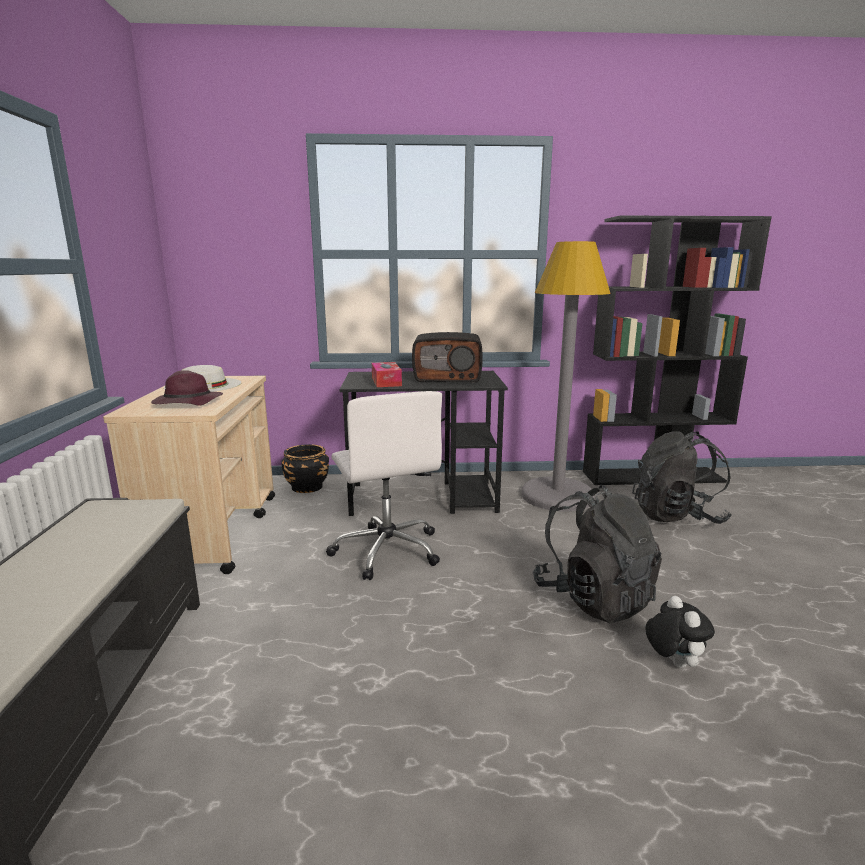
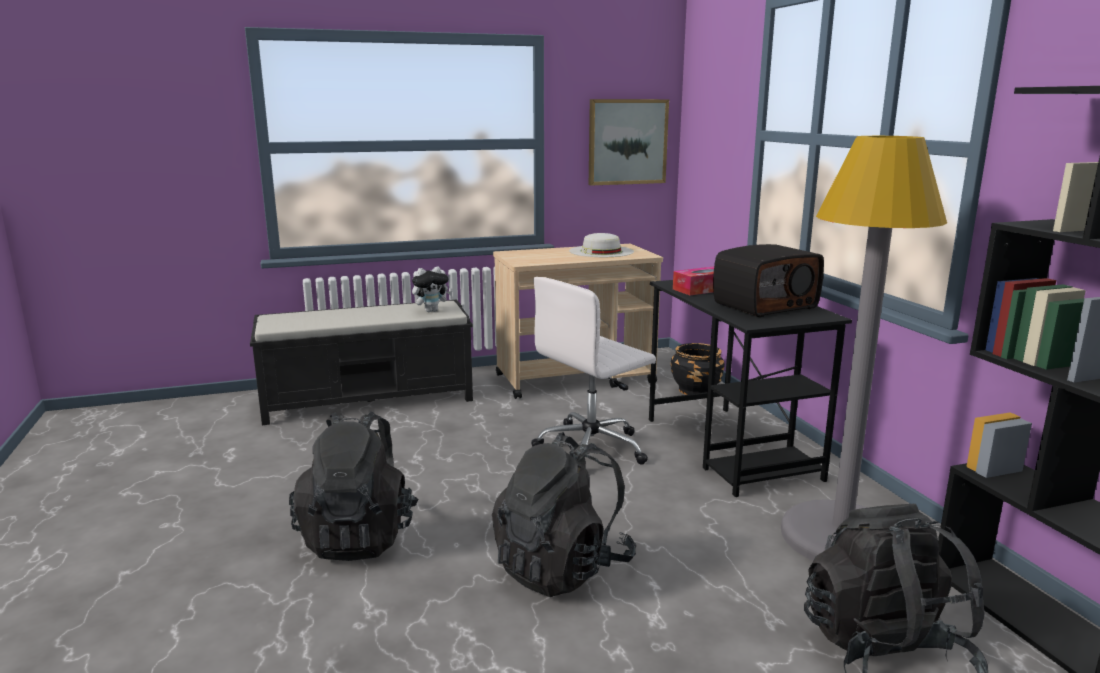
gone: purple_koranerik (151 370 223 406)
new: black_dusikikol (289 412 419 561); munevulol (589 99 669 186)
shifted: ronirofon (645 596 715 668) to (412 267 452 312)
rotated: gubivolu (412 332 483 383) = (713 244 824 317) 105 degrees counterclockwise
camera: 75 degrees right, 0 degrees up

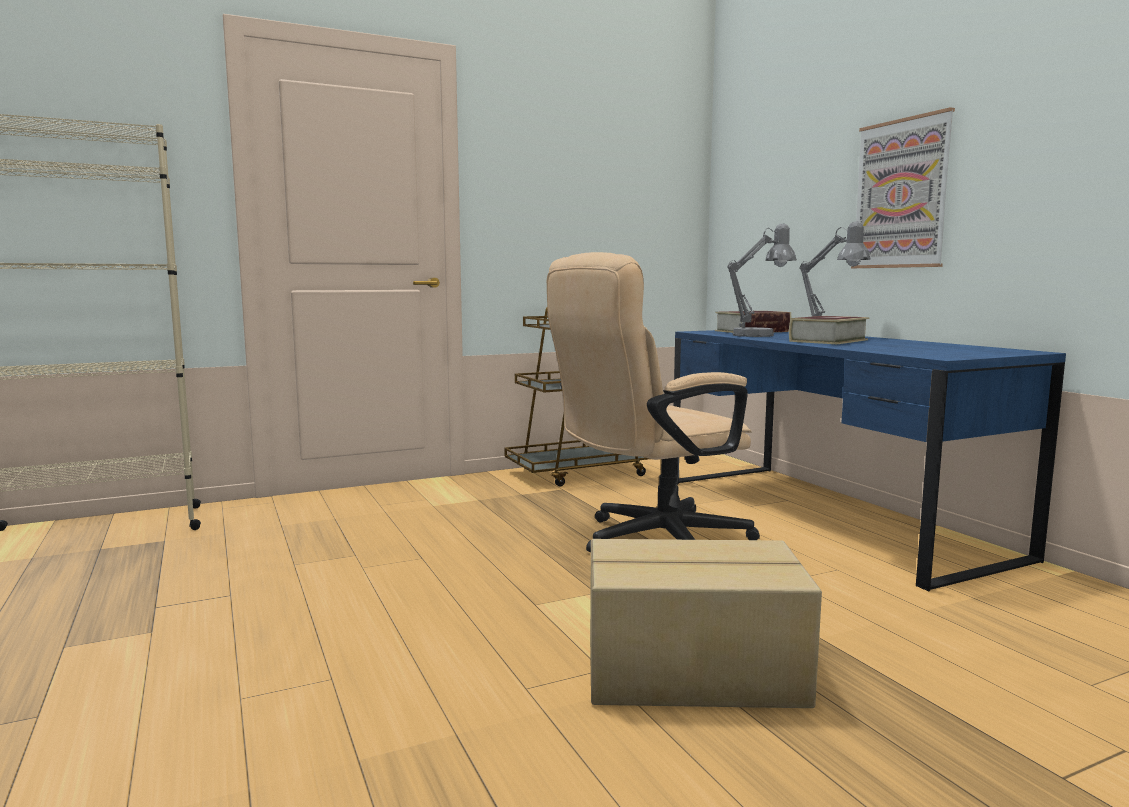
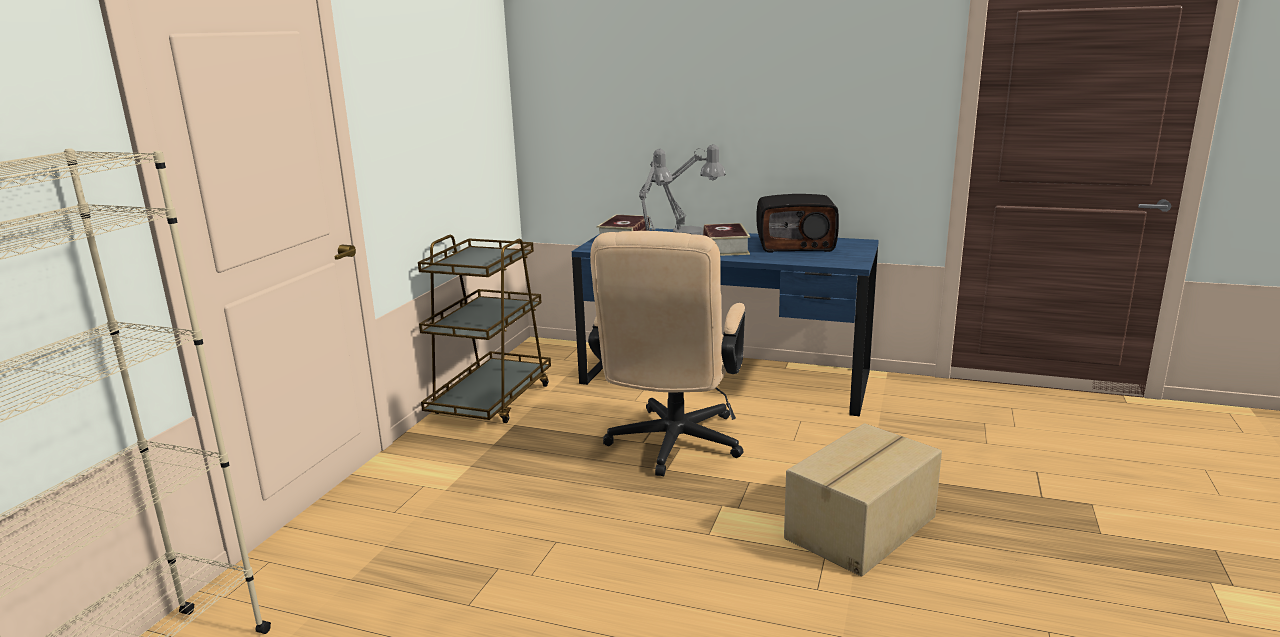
gone: munevulol (851 107 955 268)
new: gubivolu (756 194 839 253)
camera: 45 degrees left, 10 degrees up

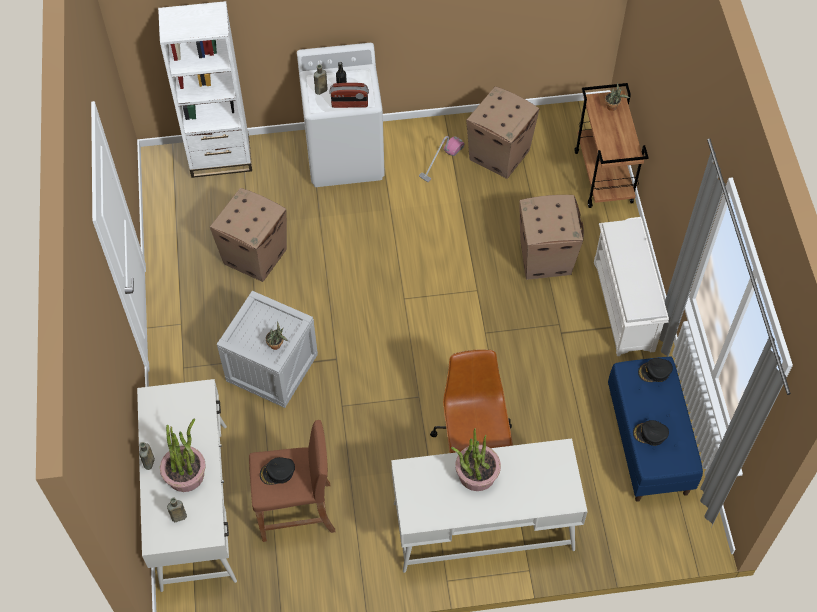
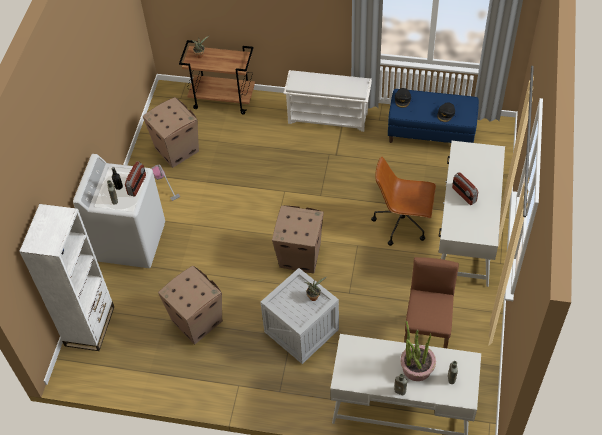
gone: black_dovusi (260 457 295 485)
shifted: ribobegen (520 195 584 280) to (272 205 324 274)
swapped: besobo (451 428 501 491) to gubivolu (452 172 478 205)
camera: 70 degrees left, 5 degrees down

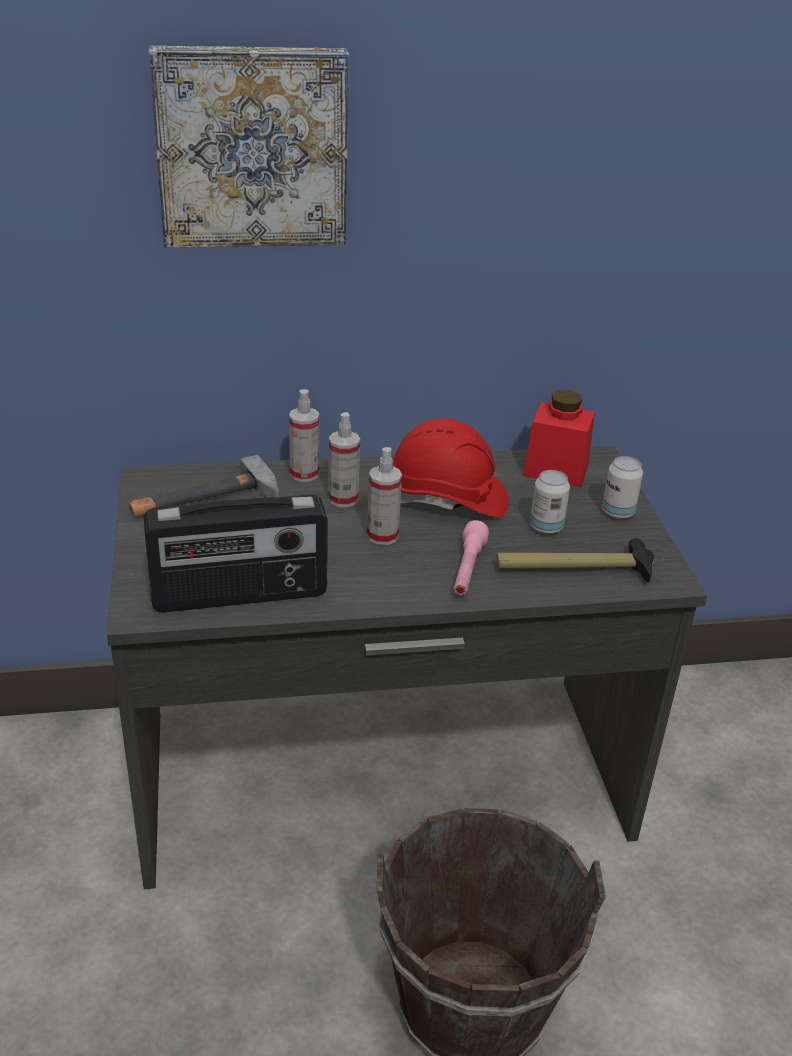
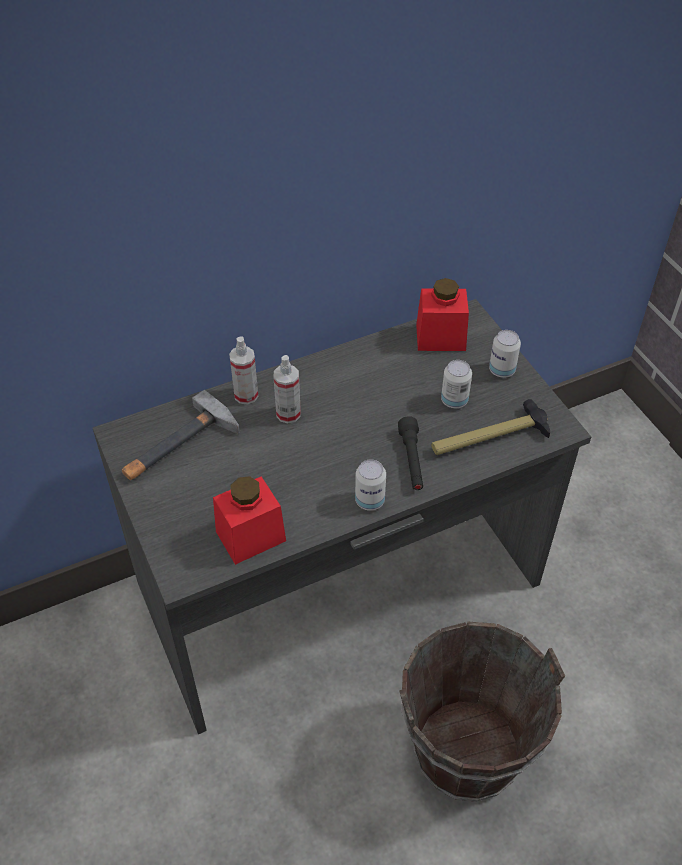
gone: munevulol (149 45 349 247); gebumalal (367 447 402 545); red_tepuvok (393 419 509 518)
new: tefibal (355 459 386 511)
swapped: gubivolu (144 494 328 613) to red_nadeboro (213 476 286 565)
repainted: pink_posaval (454 520 489 595) to black_posaval (398 416 423 490)
camera: 15 degrees left, 15 degrees up

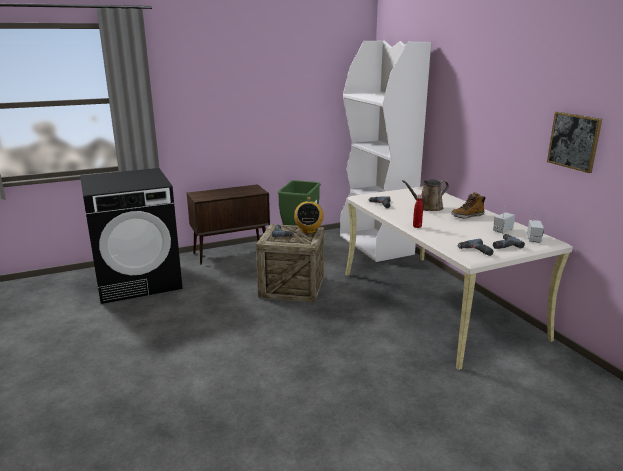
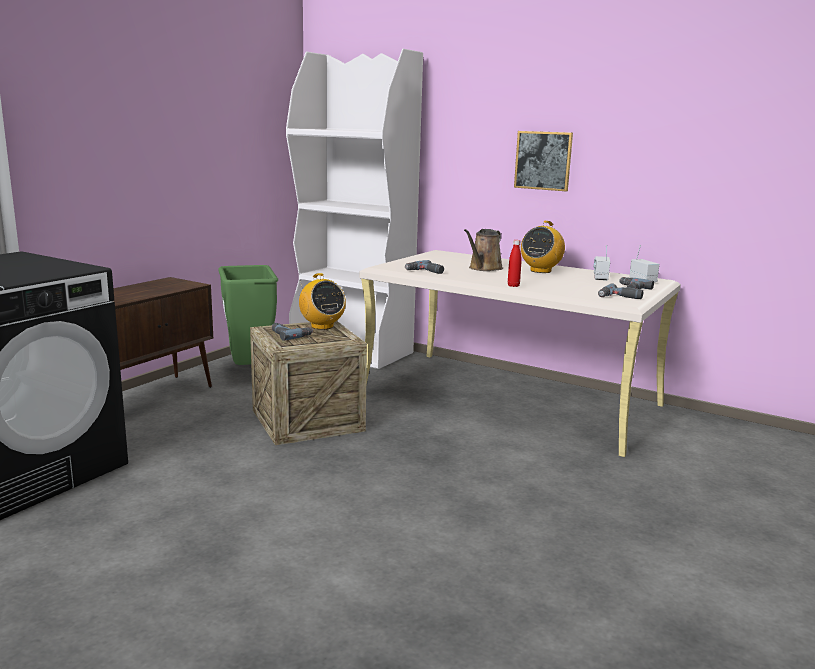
shifted: munevulol (547 112 602 173) to (514 131 573 191)
swapped: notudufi (451 192 486 219) to gubivolu (521 221 565 273)
camera: 35 degrees left, 5 degrees down

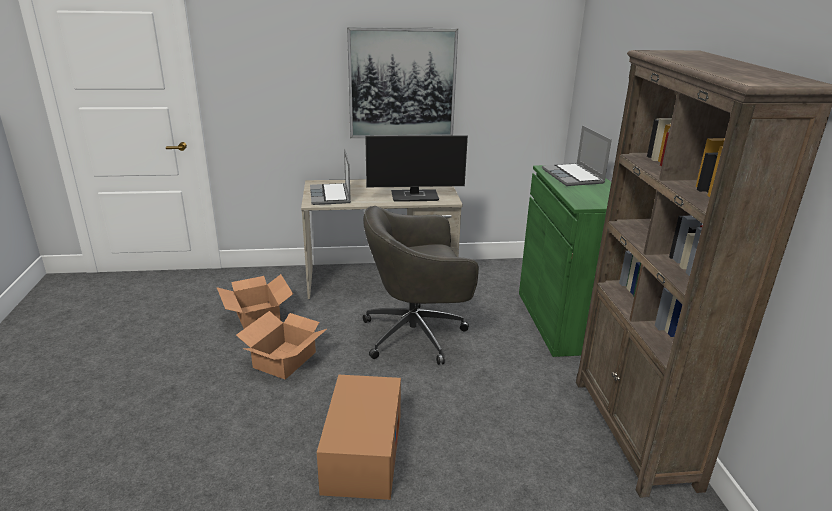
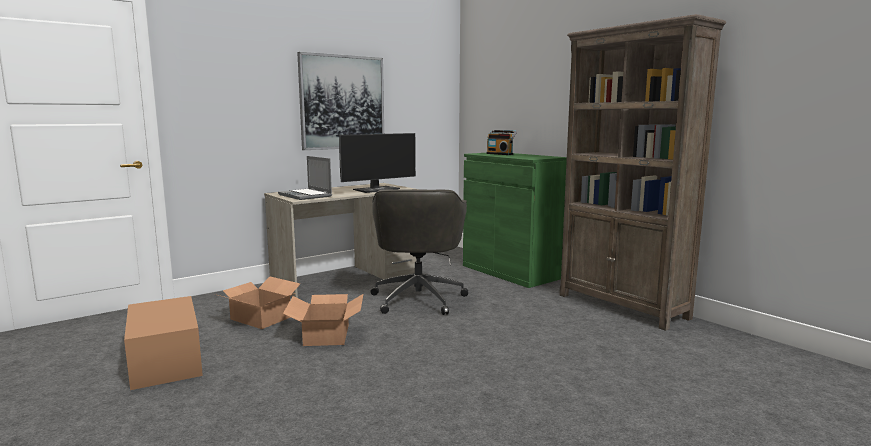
shifted: ribobegen (317 375 401 500) to (124 296 203 390)
swapped: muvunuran (542 125 612 186) to gubivolu (486 130 517 155)
rotated: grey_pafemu (363 206 479 365) = (371 189 468 315) 45 degrees counterclockwise
camera: 30 degrees left, 15 degrees down

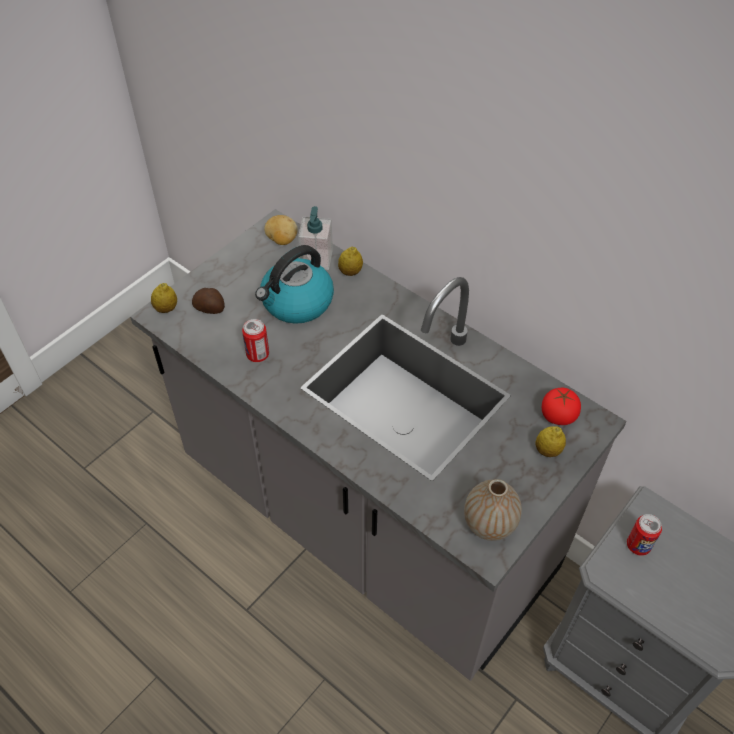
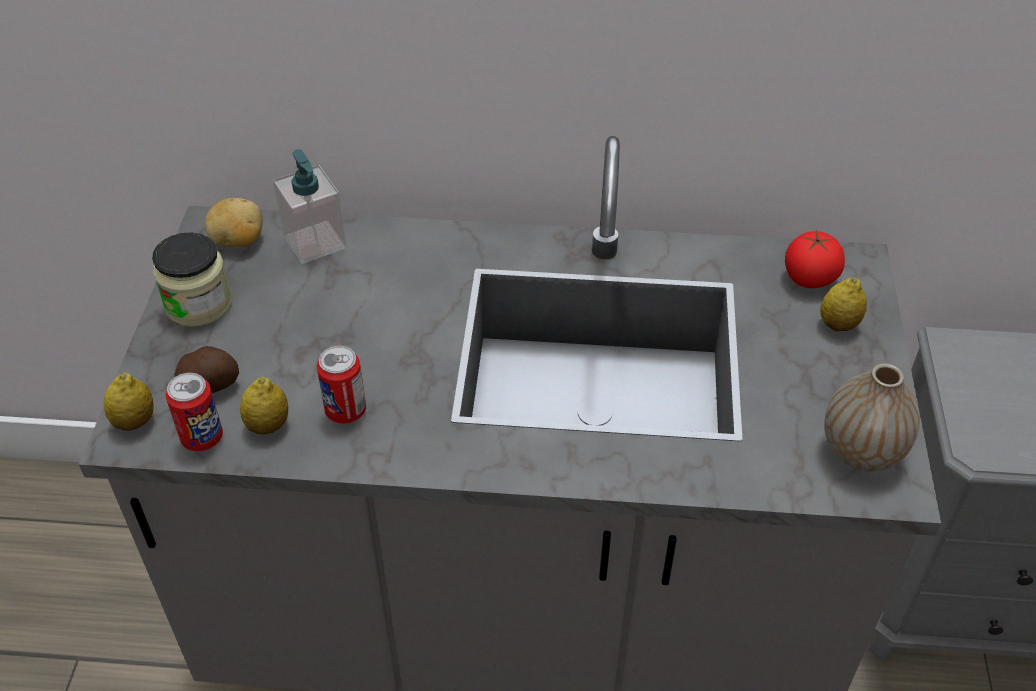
gone: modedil (255 245 334 324)
new: nadeboro (152 232 232 327)
shifted: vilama (338 247 363 276) to (240 377 288 435); tefibal (627 514 662 556) to (166 373 223 451)
camera: 35 degrees left, 5 degrees down

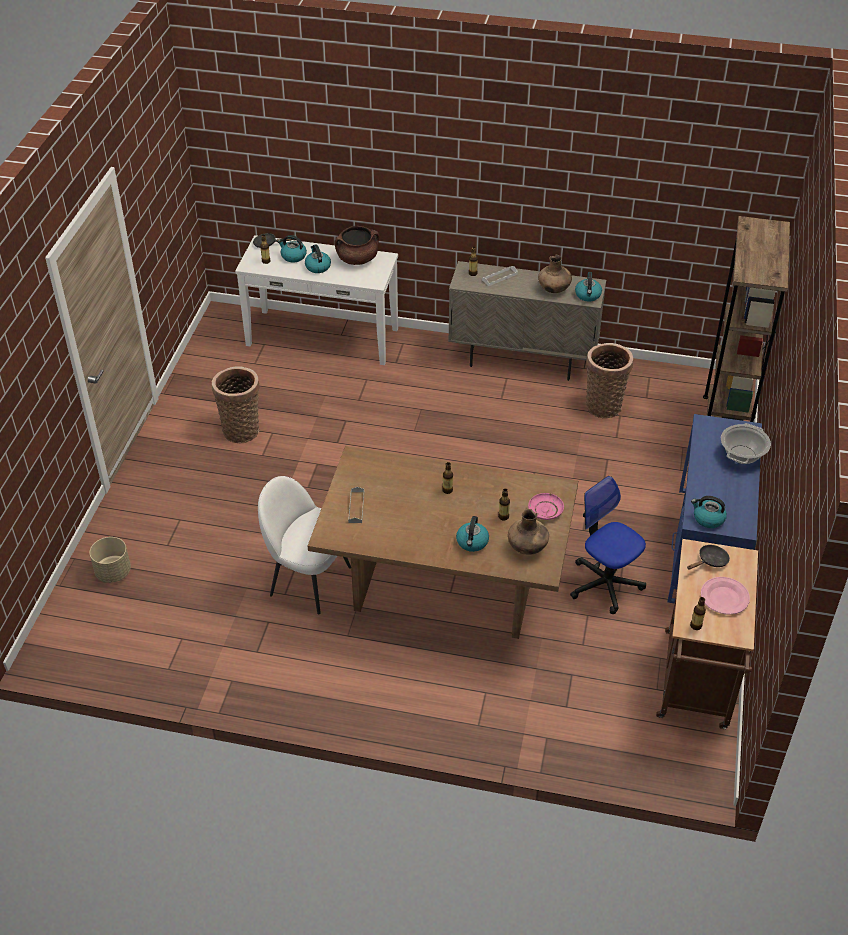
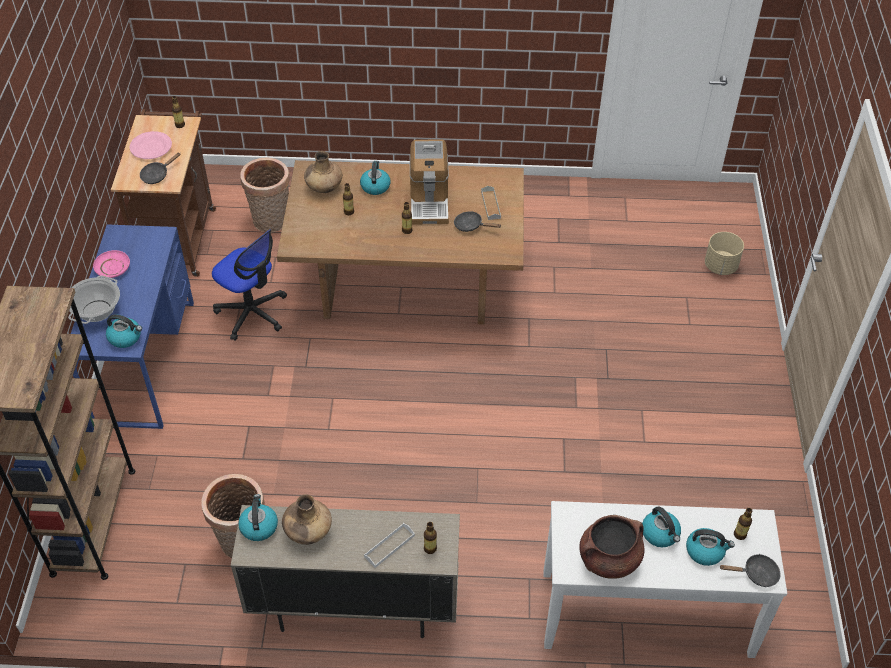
gone: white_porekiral (258 476 351 614)
new: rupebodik (410 139 449 225); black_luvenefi (454 211 501 232)
shifted: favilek (212 366 259 443) to (240 157 290 232); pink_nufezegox (528 493 564 520) to (93 250 130 278); modedil (691 496 727 528) to (106 314 142 348)
camera: 170 degrees right, 5 degrees up

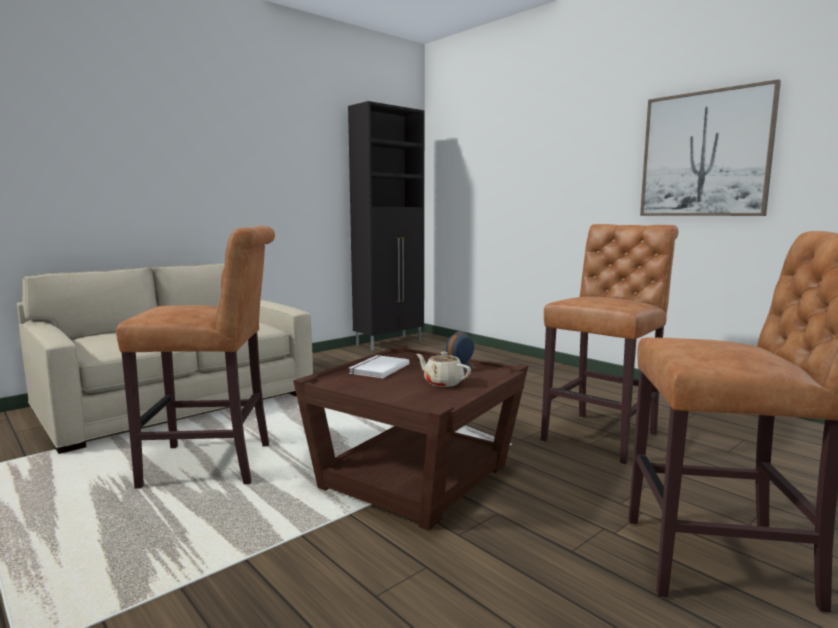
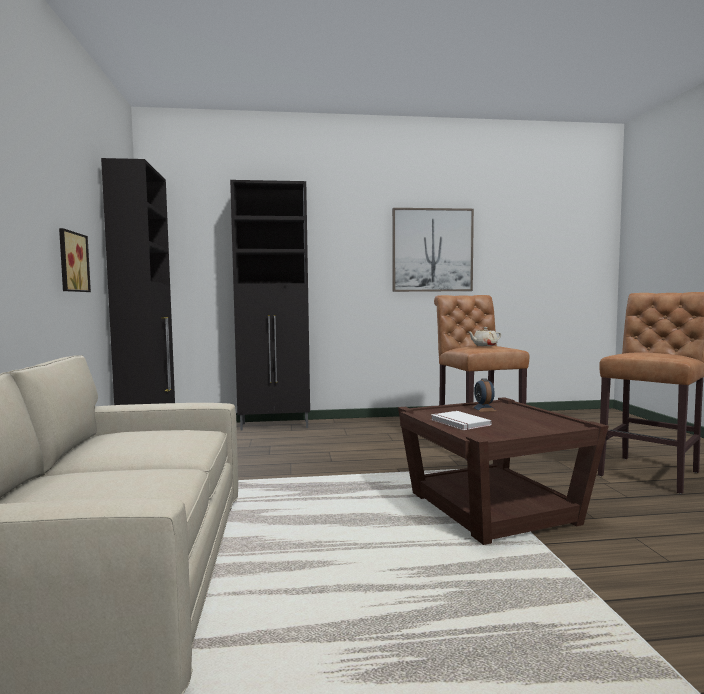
gone: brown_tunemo (116 226 275 489)
new: munevulol (59 228 91 292); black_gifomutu (230 180 310 431)
shifted: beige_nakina (416 352 471 387) to (467 327 501 346)
camera: 55 degrees left, 5 degrees down

